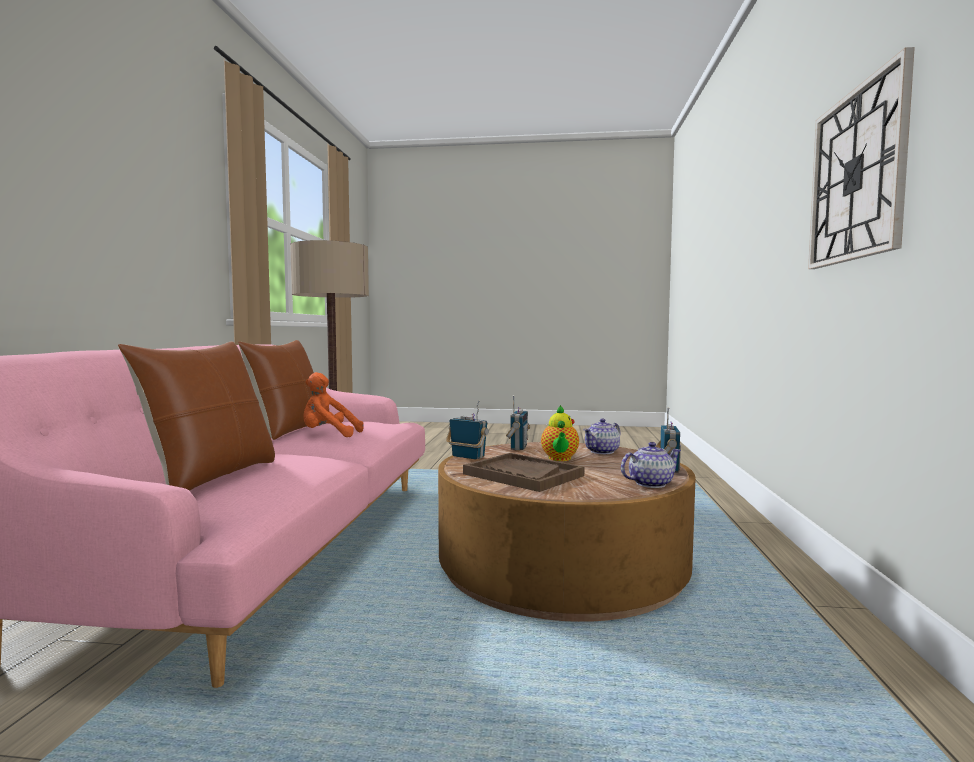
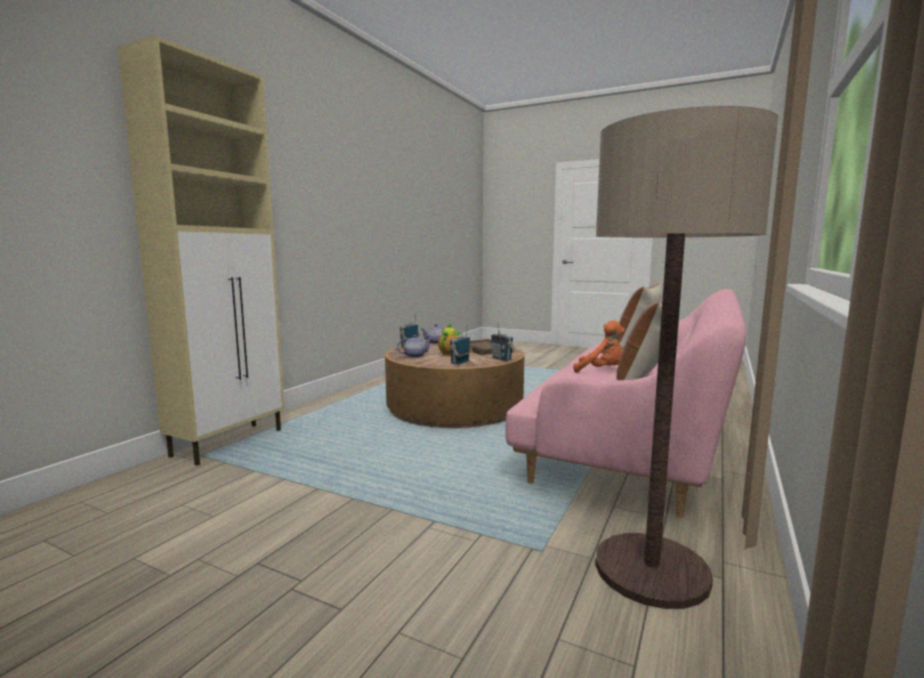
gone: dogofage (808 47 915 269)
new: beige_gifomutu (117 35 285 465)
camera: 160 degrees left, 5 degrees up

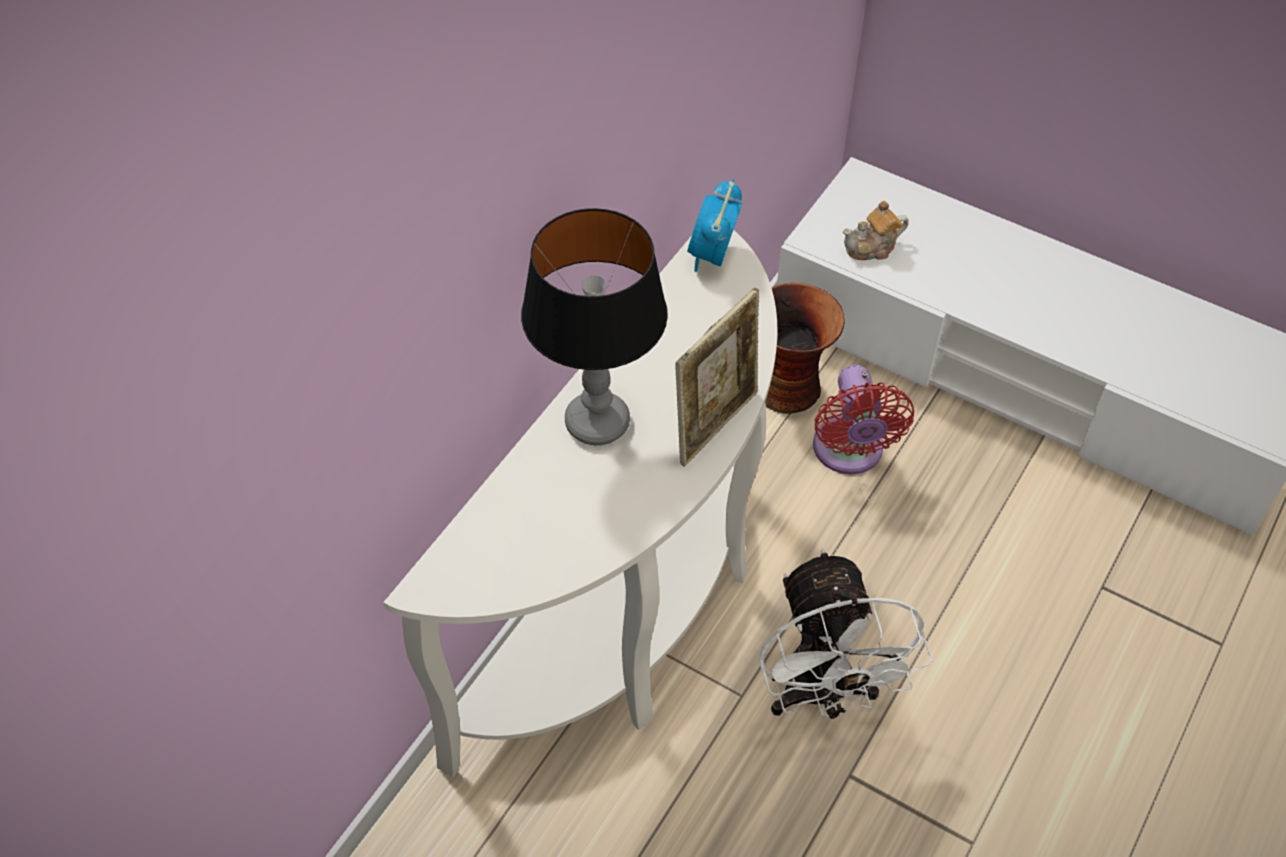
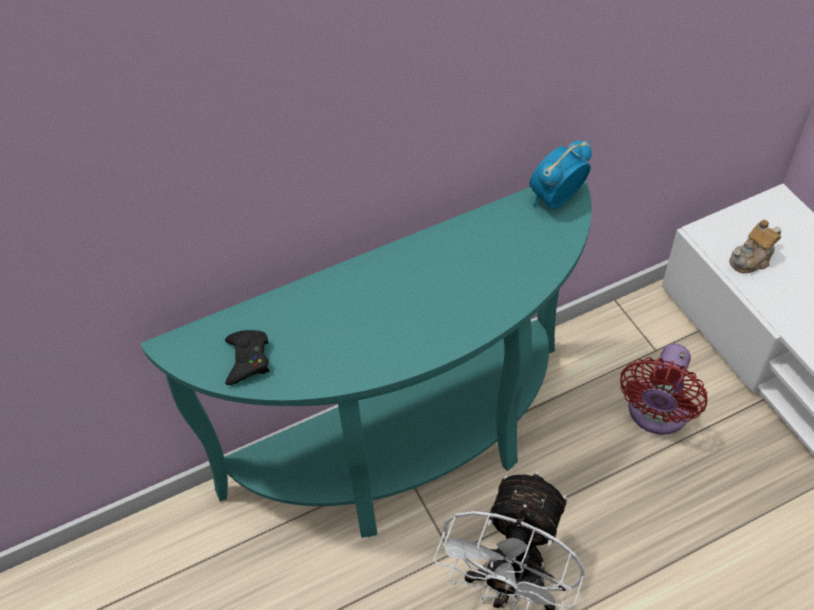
gone: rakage (521 208 668 445); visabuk (675 288 759 466); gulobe (765 283 845 414)
new: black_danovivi (225 330 269 385)
repainted: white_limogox (383 230 777 778) to turquoise_limogox (140 180 592 538)
rotated: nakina (842 201 909 260) = (729 220 781 273) 45 degrees counterclockwise
camera: 35 degrees right, 0 degrees up

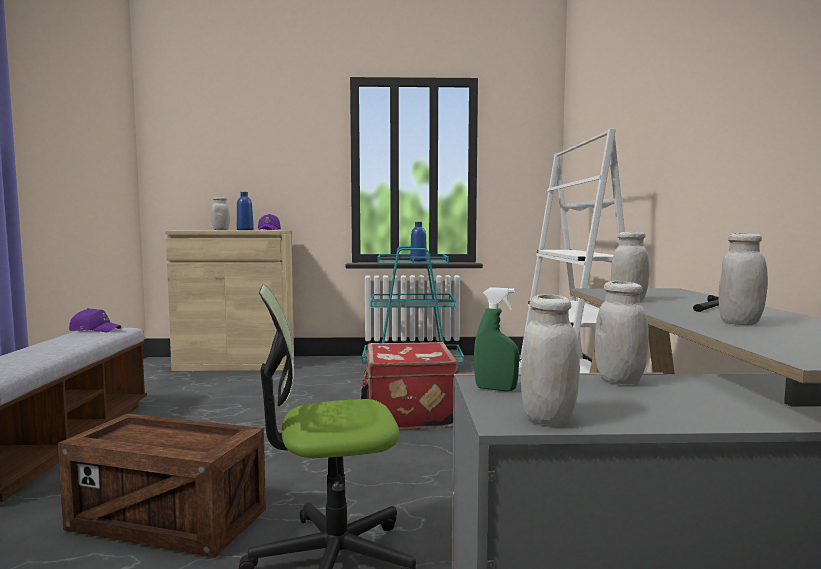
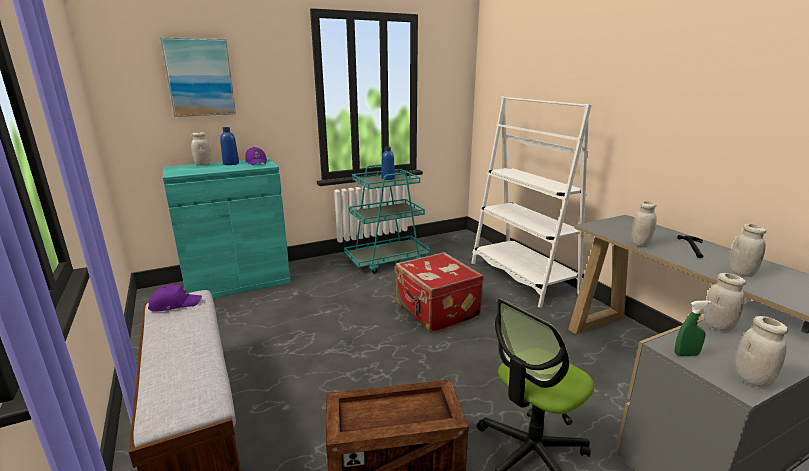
new: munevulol (160 37 236 117)
repainted: beige_gifomutu (165 230 294 371) to turquoise_gifomutu (163 158 291 299)
camera: 25 degrees left, 15 degrees up

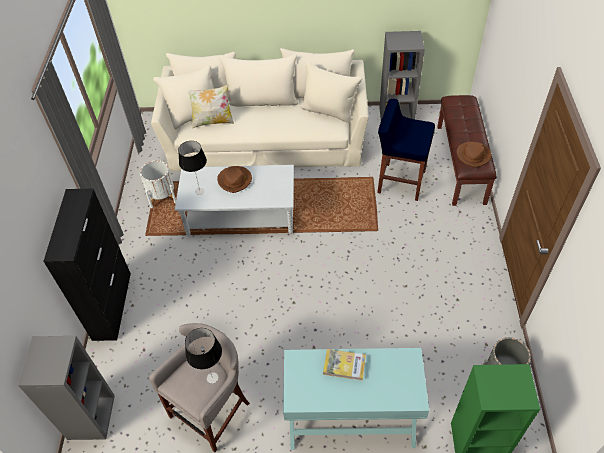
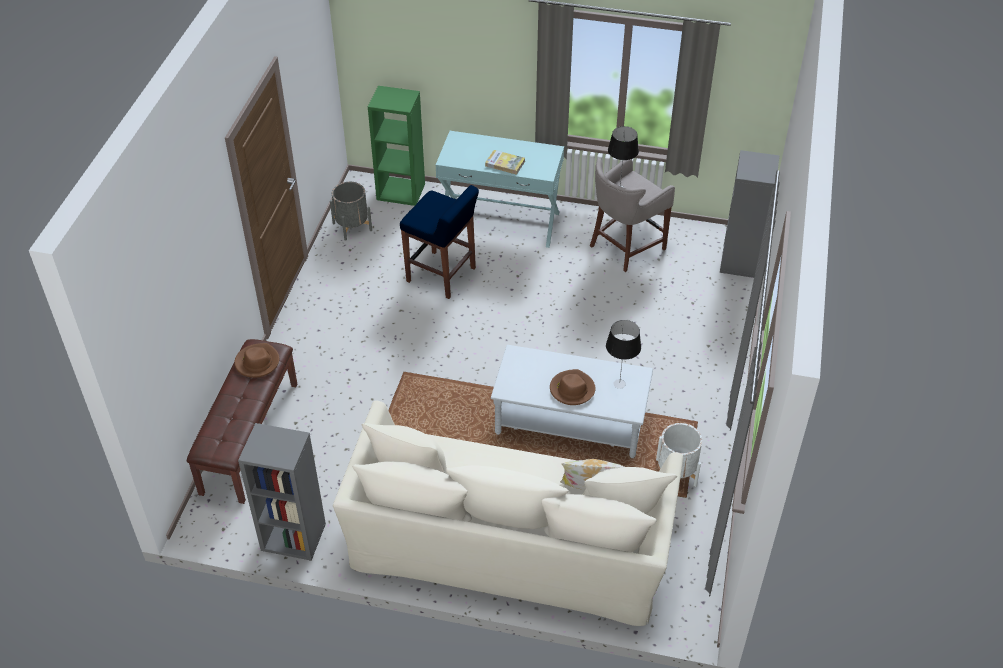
gone: black_gifomutu (43 188 131 341)
shifted: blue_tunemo (377 99 435 201) to (400 185 479 299)
camera: 170 degrees left, 5 degrees down

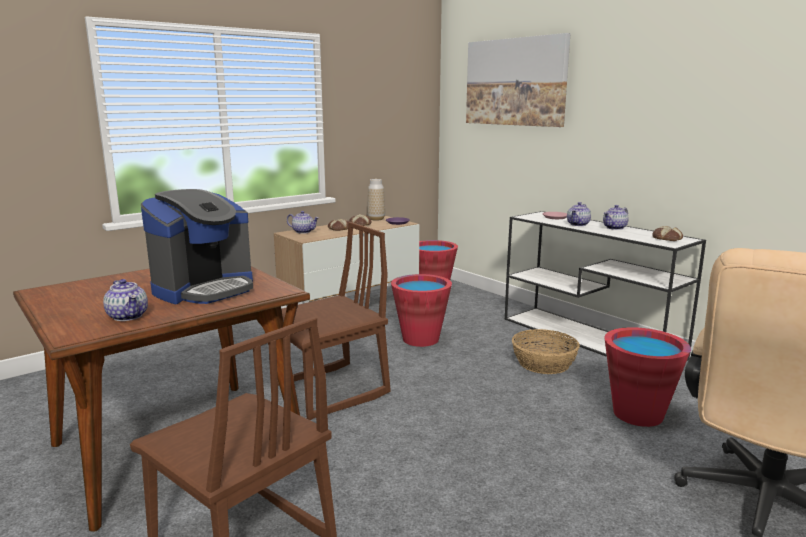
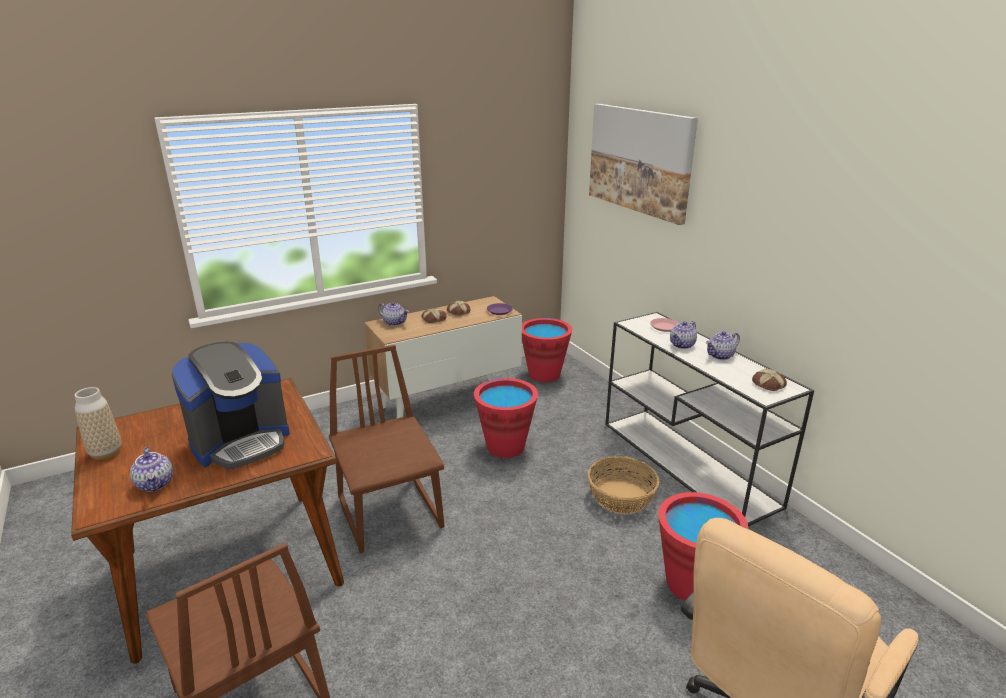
shifted: gulobe (367 179 385 221) to (74 387 121 460)
rotated: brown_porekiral (278 222 391 420) = (329 345 444 553) 90 degrees counterclockwise
camera: 10 degrees right, 10 degrees up

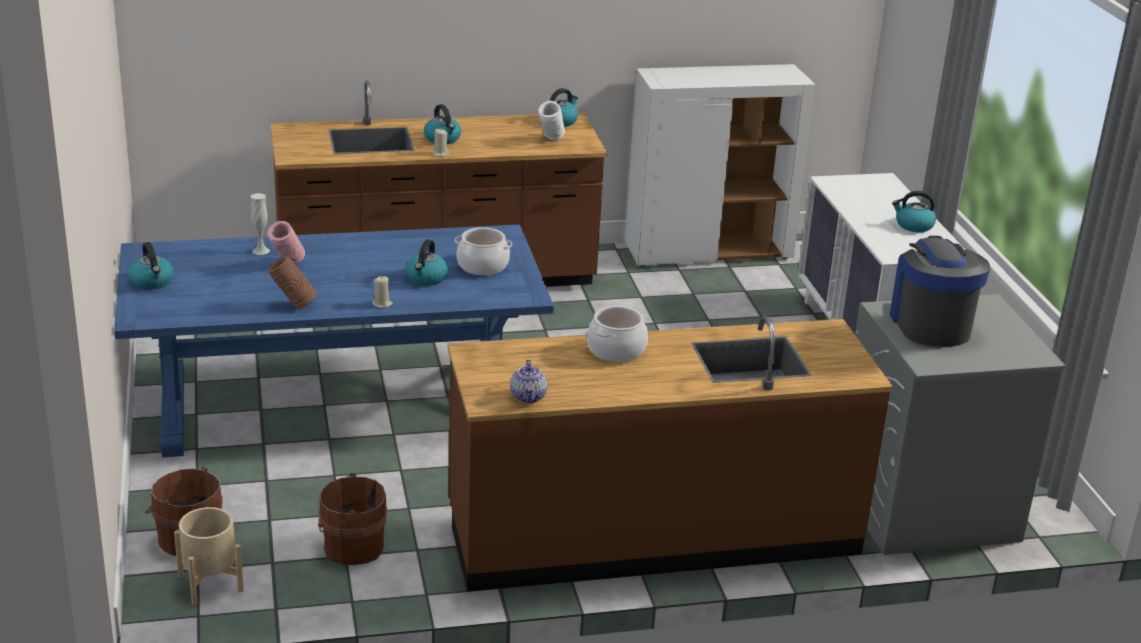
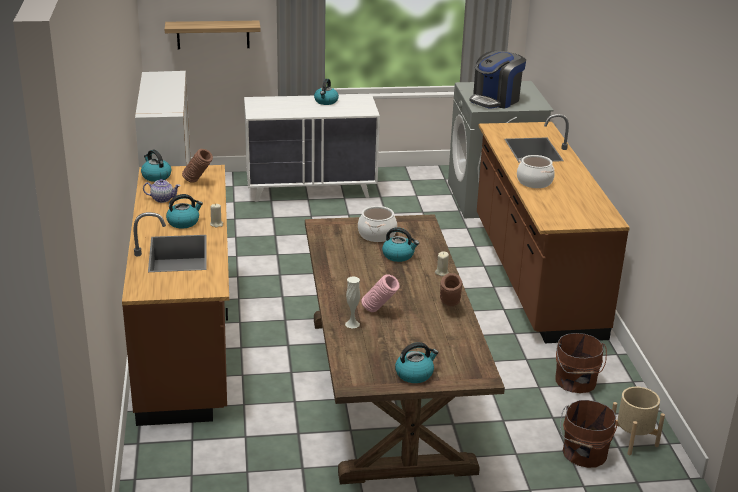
new: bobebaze (165 21 261 49)
shifted: nakina (510 359 547 403) to (143 179 180 203)
repainted: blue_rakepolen (114 225 554 458) to brown_rakepolen (305 214 505 484); white_gulobe (538 101 565 140) to brown_gulobe (182 149 213 183)
rotated: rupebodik (890 236 990 347) = (469 51 526 109) 45 degrees counterclockwise
camera: 85 degrees left, 0 degrees up

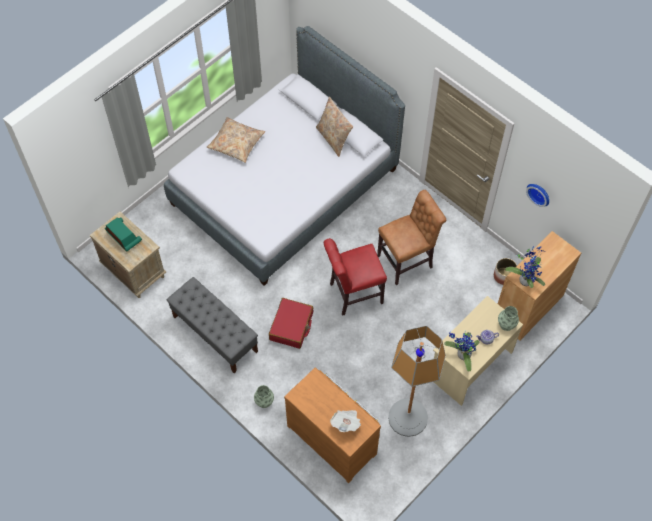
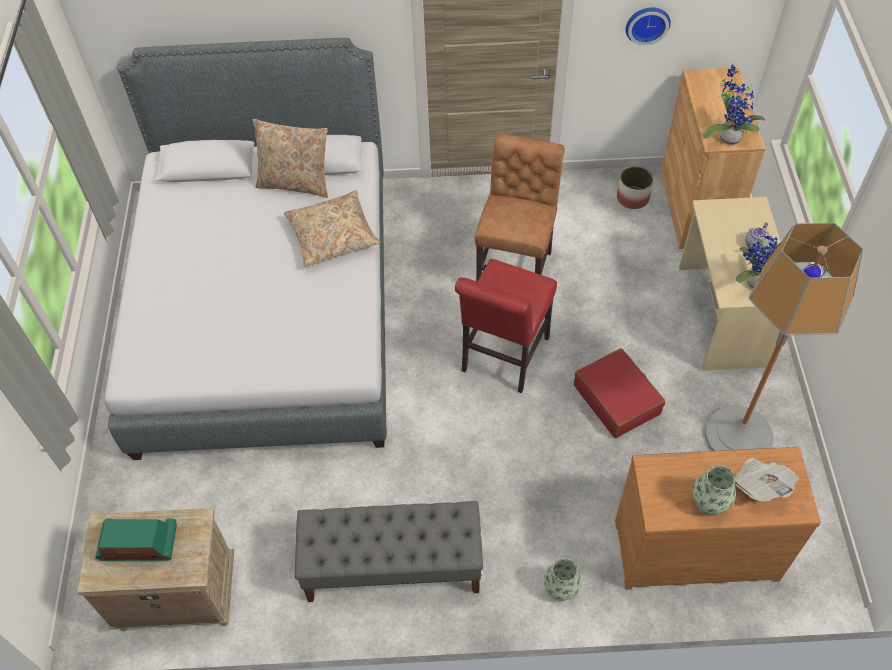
shifted: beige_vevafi (207 117 265 163) to (284 190 381 267); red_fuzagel (269 298 313 349) to (574 348 665 438); gulobe (498 306 519 331) to (693 465 736 516)
camera: 45 degrees left, 5 degrees down

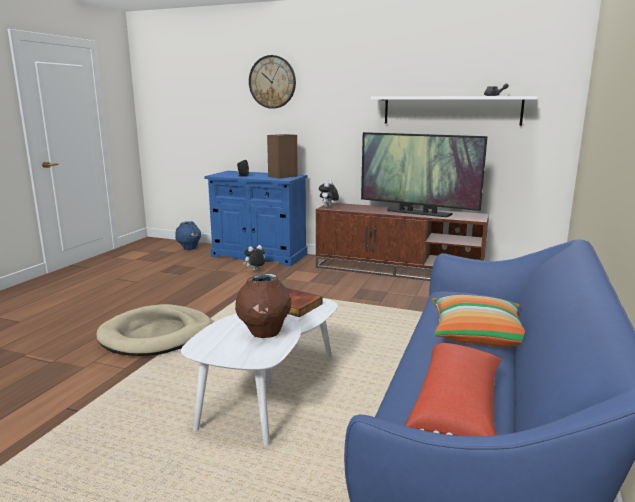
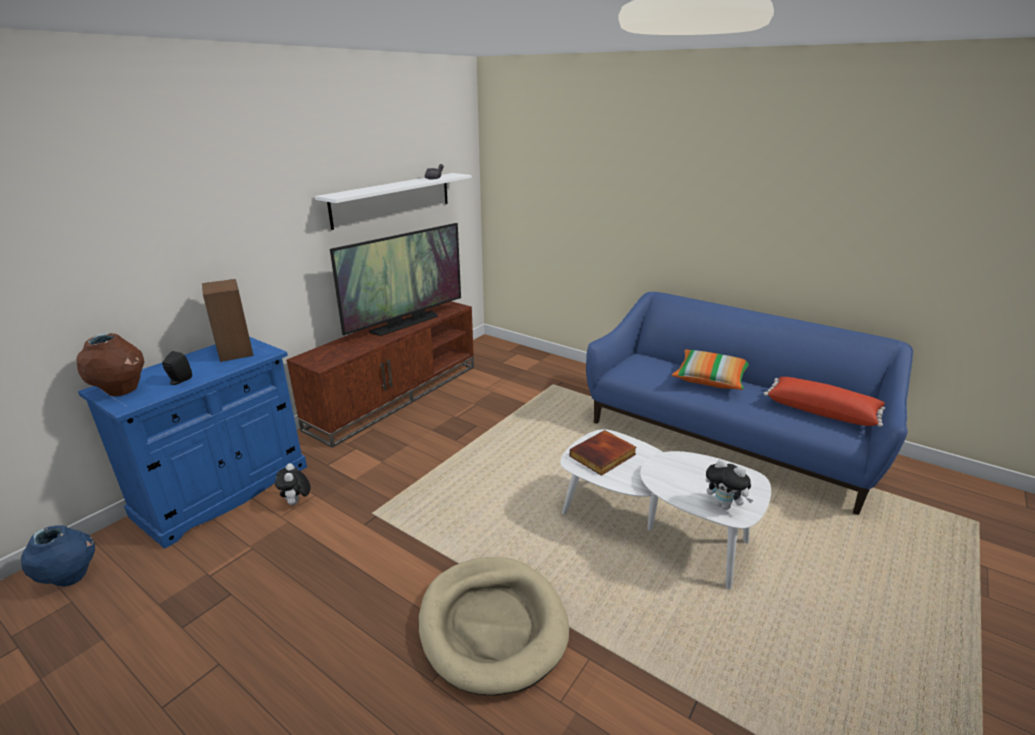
gone: dogofage (249 55 296 109)
shifted: brown_gulobe (235 274 291 338) to (76 333 144 396); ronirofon (319 180 339 207) to (706 459 753 510)
camera: 75 degrees left, 10 degrees up

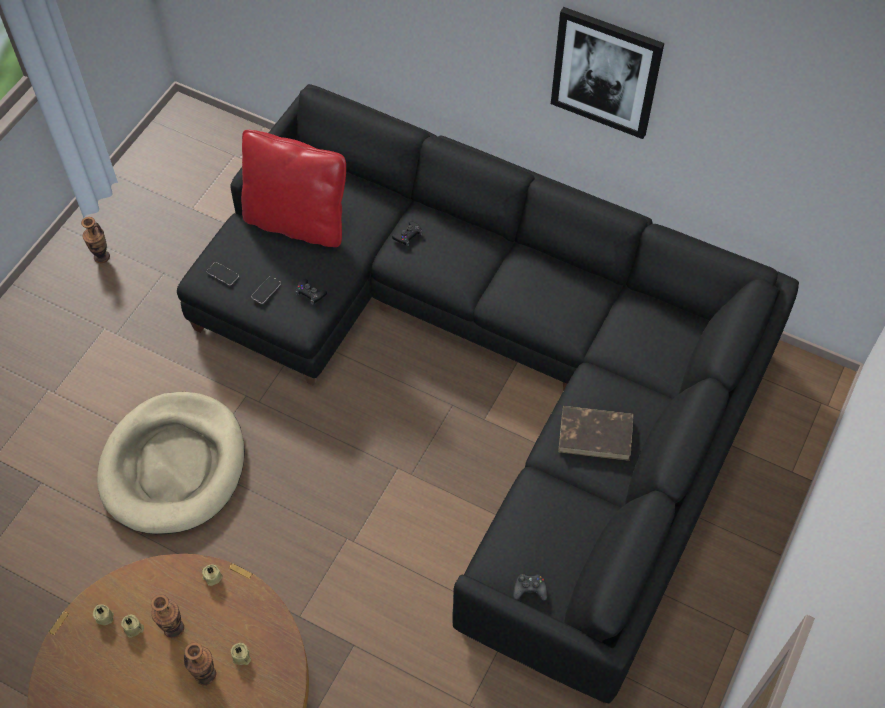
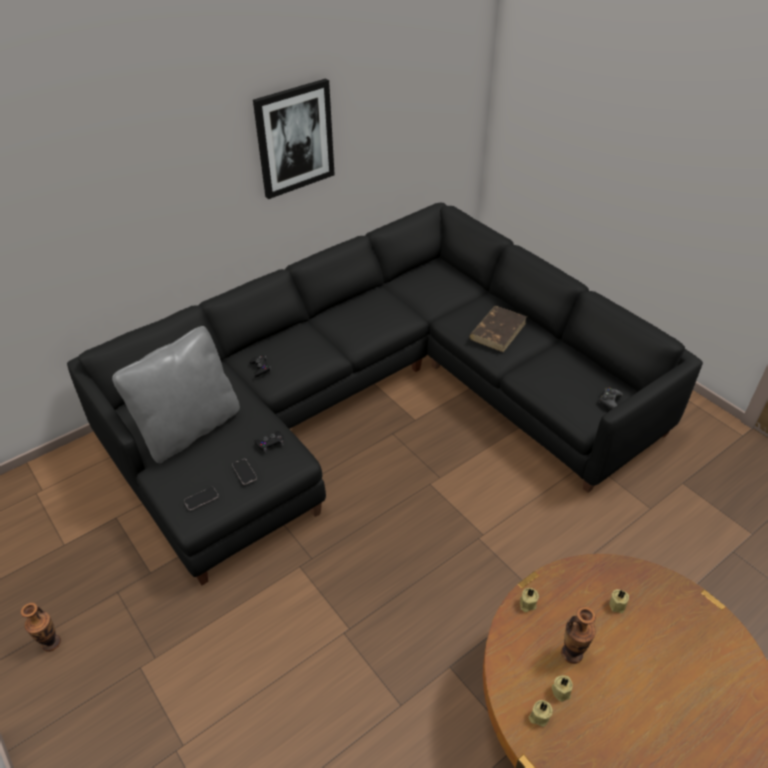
gone: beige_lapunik (97 392 245 534); gulobe (184 642 216 685)
repainted: red_vevafi (241 130 346 247) to grey_vevafi (112 326 240 463)
camera: 65 degrees left, 15 degrees down

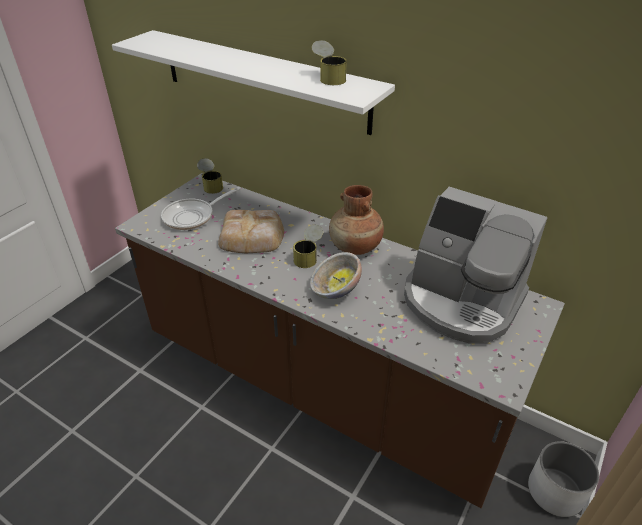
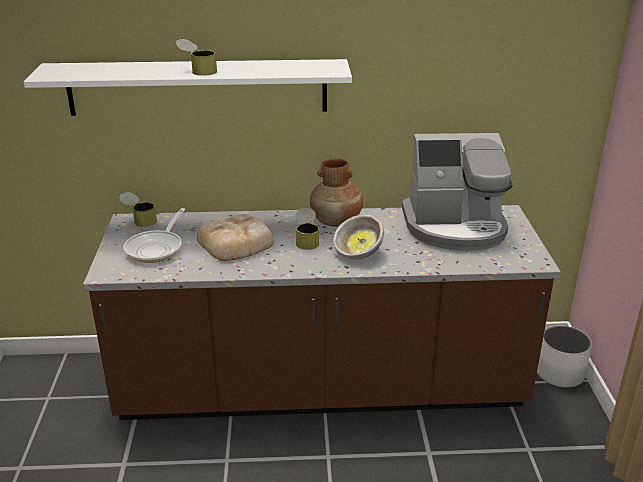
shifted: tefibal (312 40 347 85) to (176 39 217 76)
camera: 35 degrees left, 10 degrees down

